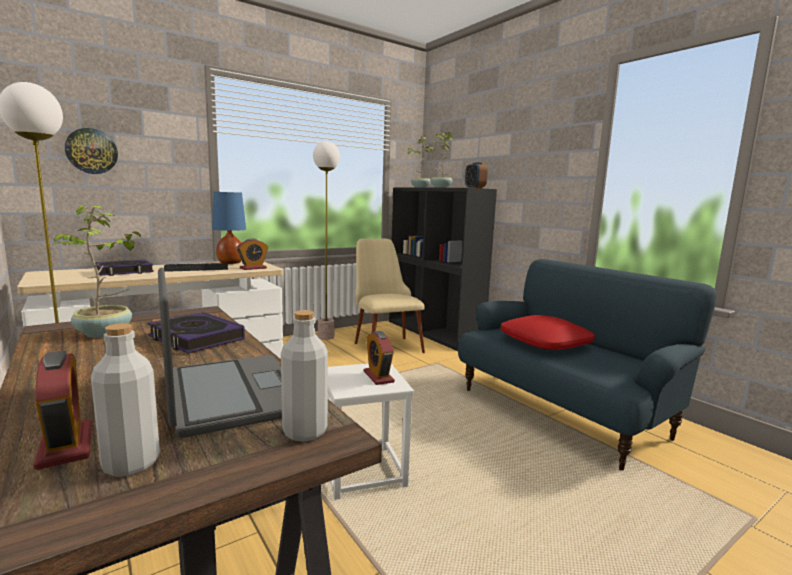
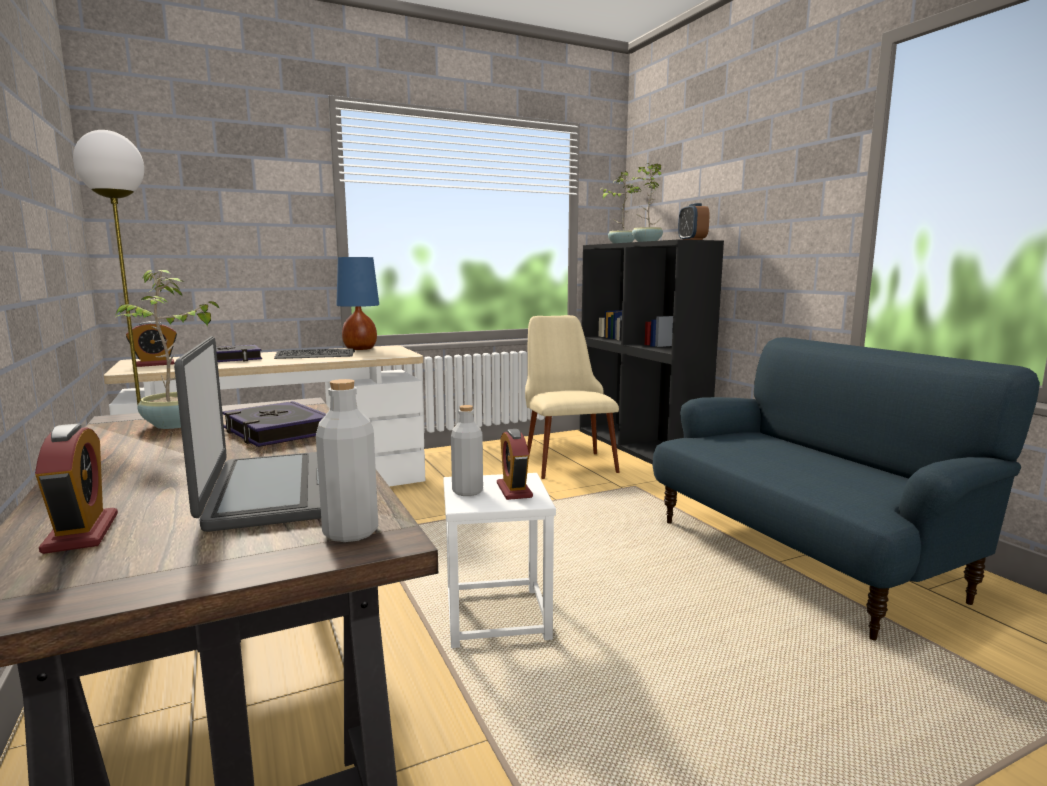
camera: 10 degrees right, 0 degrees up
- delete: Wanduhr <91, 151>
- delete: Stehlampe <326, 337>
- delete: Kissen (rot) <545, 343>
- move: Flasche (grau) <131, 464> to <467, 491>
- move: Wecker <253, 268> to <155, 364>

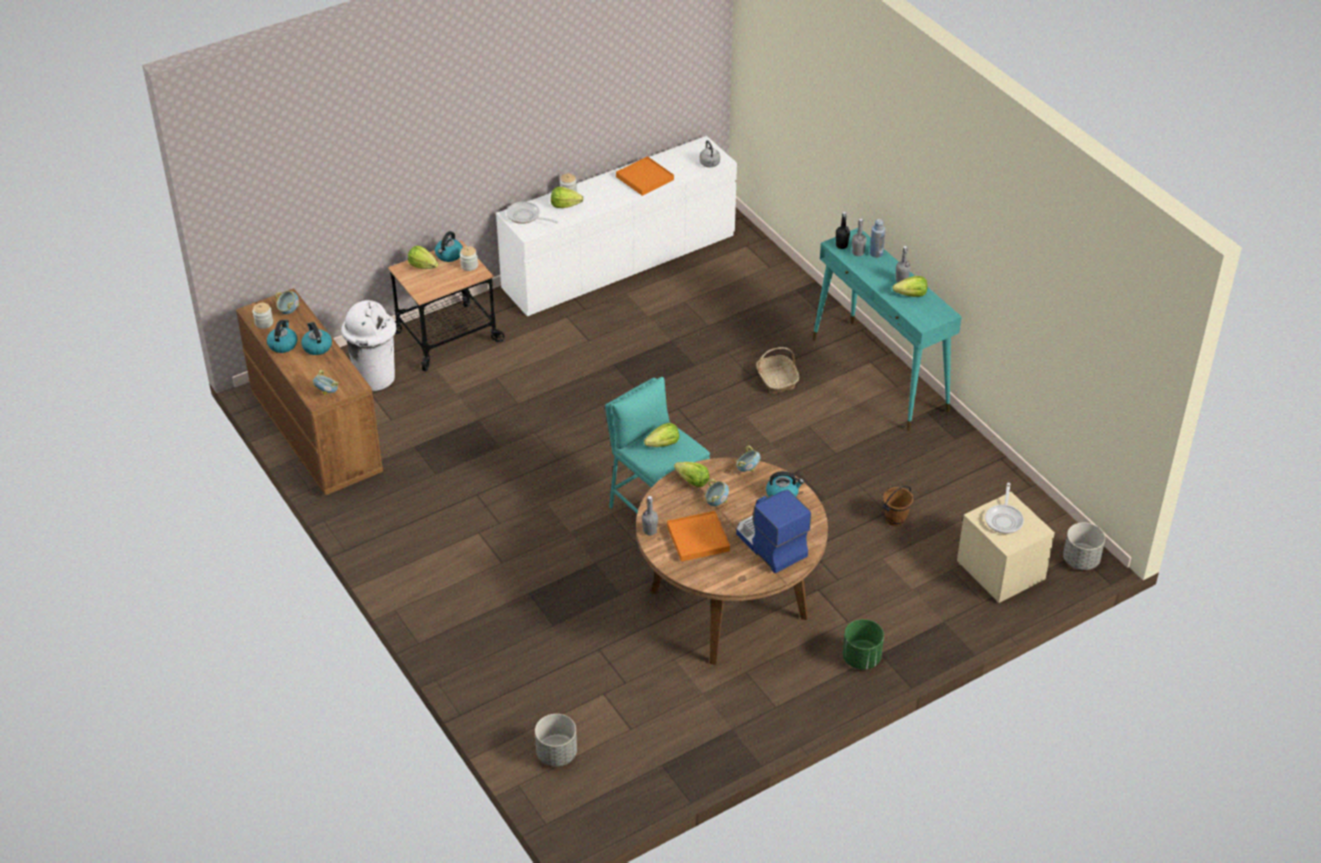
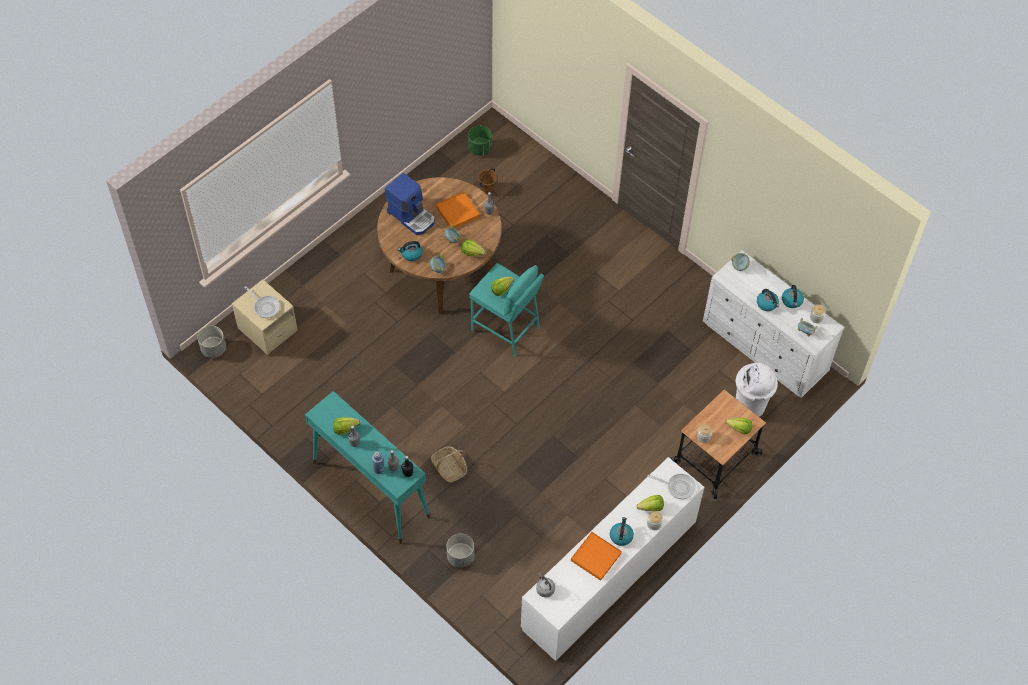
camera: 165 degrees right, 15 degrees up
- move: Wasserkessel <449, 255> to <621, 536>
- move: Pflanzkübel (grau) <556, 754> to <460, 556>
- move: Pflanzkübel (grün) <861, 658> to <480, 148>
- move: Eimer (braun) <895, 519> to <487, 189>
- recolor: Kommode (braun) <316, 433> to Kommode (weiß) <765, 347>
- rotate: Pfanne <1004, 519> = <265, 306> 135 degrees clockwise

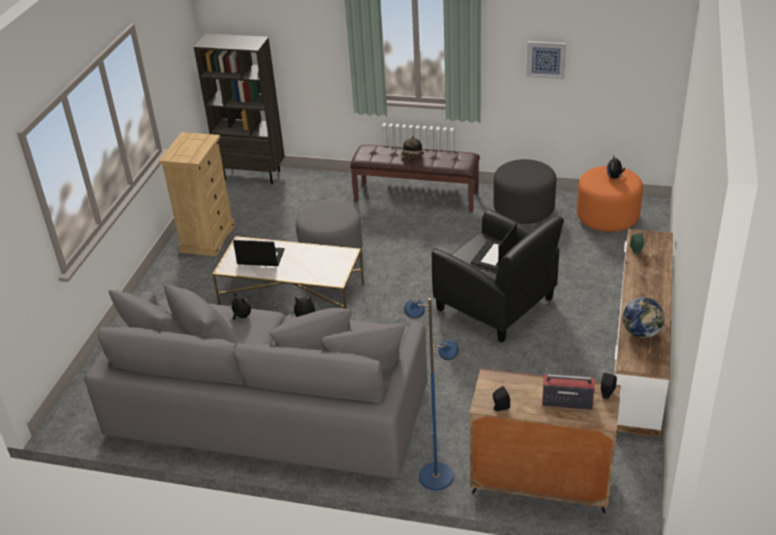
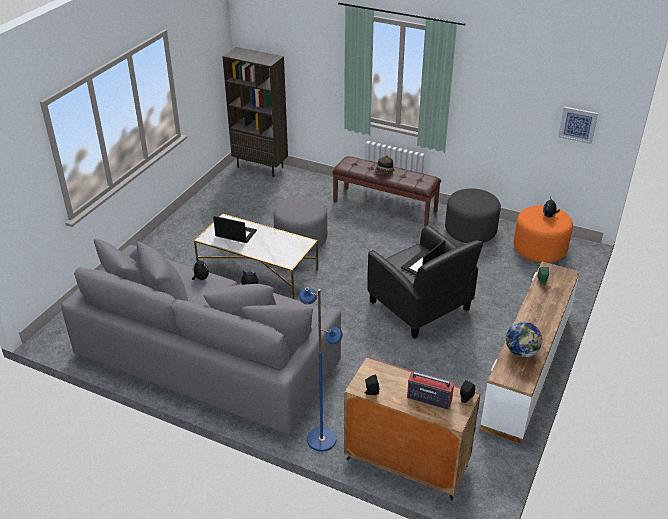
camera: 10 degrees right, 0 degrees up
- delete: Kommode (beige) <207, 238>
- move: Bild <546, 59> to <578, 124>

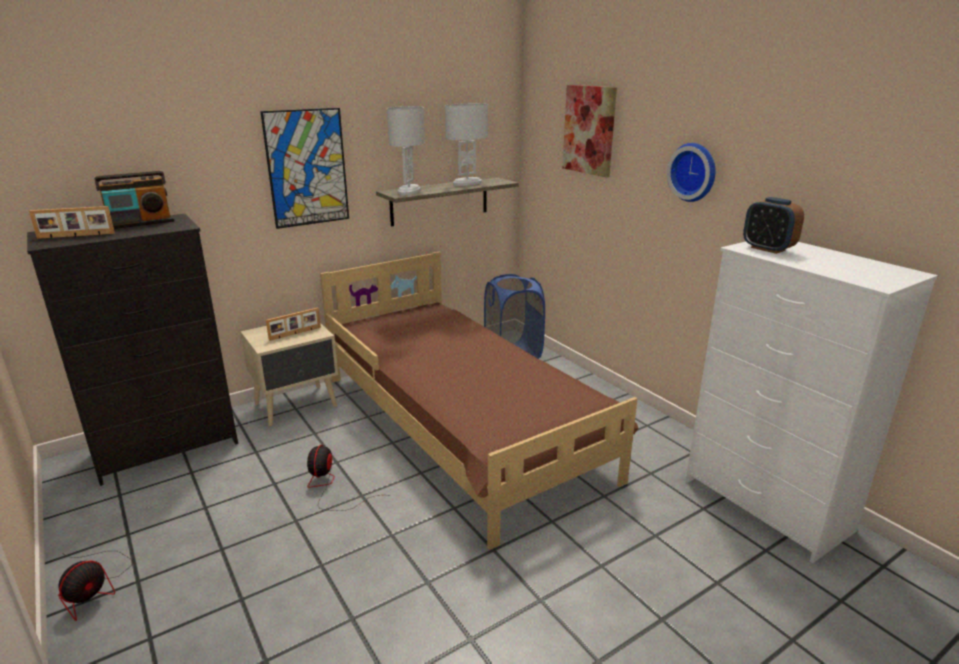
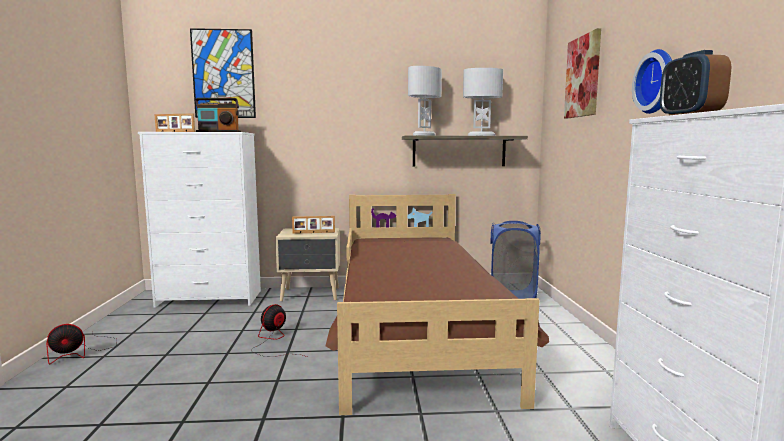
camera: 30 degrees right, 15 degrees down
- move: Bild <307, 168> to <223, 74>
- recolor: Kommode (schwarz) <168, 448> to Kommode (weiß) <210, 299>

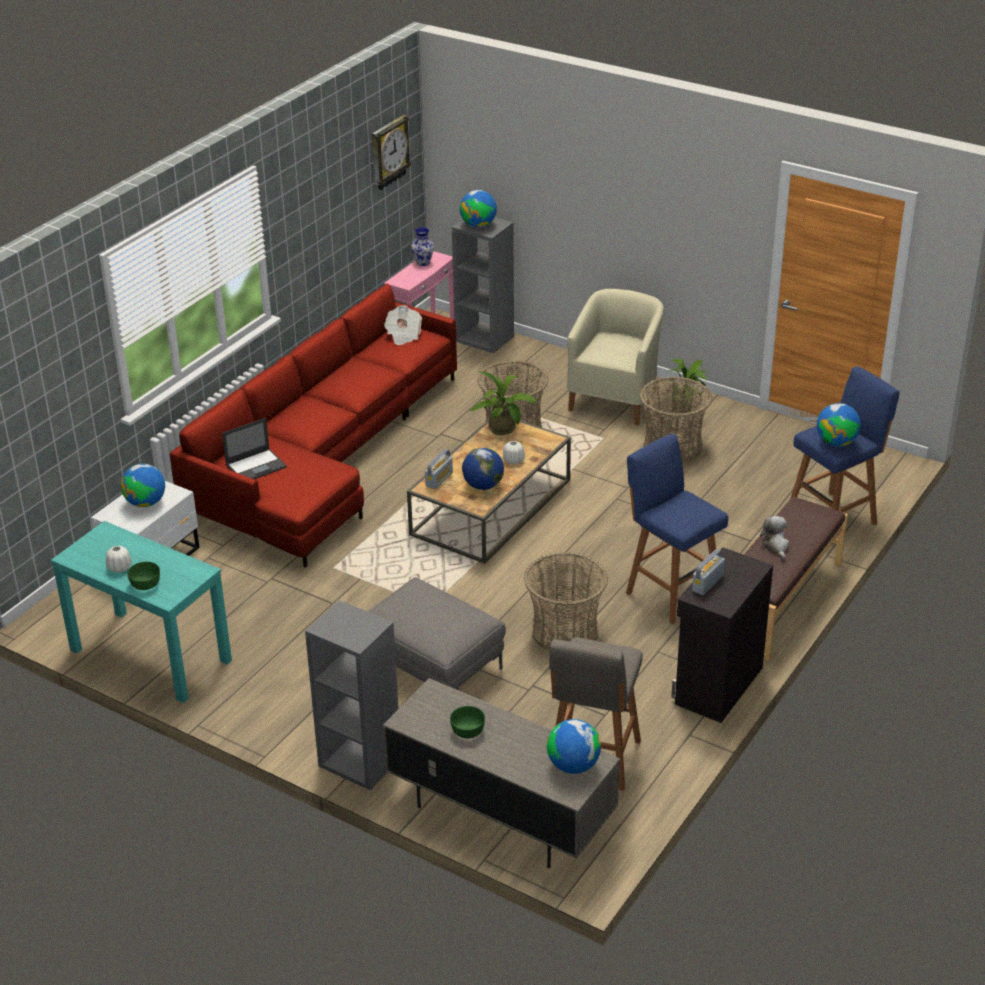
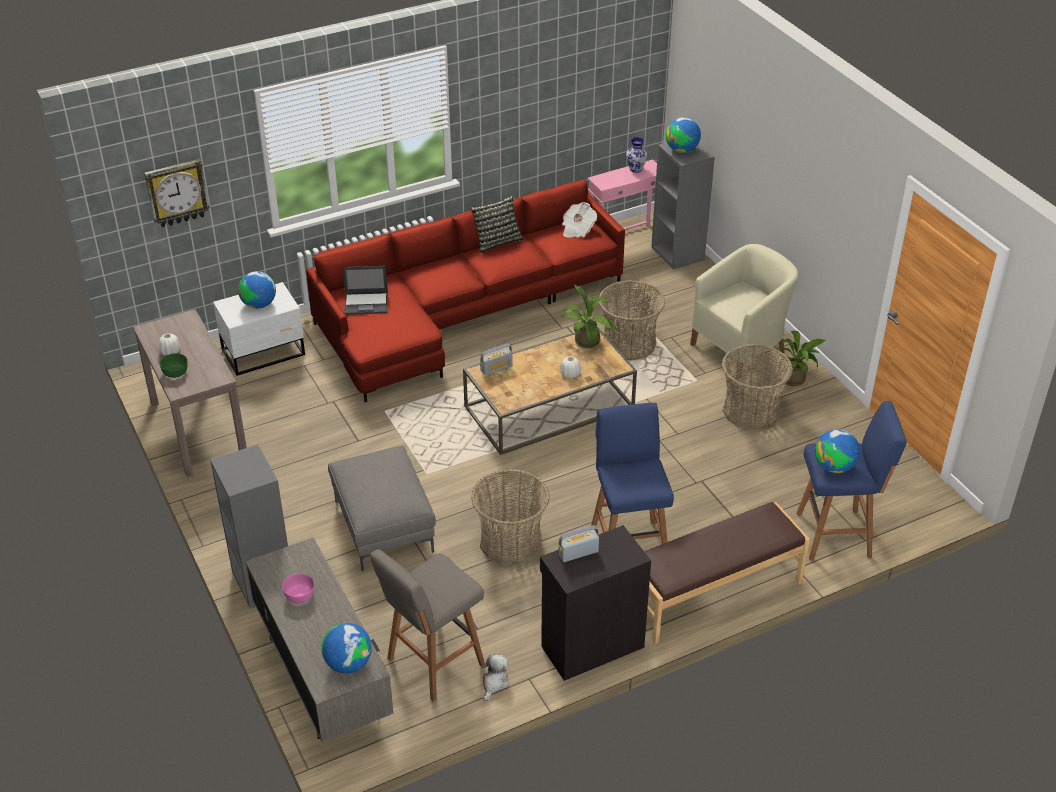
camera: 30 degrees right, 5 degrees up
- delete: Globus <483, 486>
- insert: Kissen <496, 241>
- move: Wanduhr <388, 152> to <177, 193>
- move: Plüschtier <776, 546> to <494, 683>
- recolor: Konsolentisch (türkis) <150, 655> to Konsolentisch (braun) <197, 428>
- recolor: Schüssel (grün) <467, 730> to Schüssel (rosa) <299, 595>

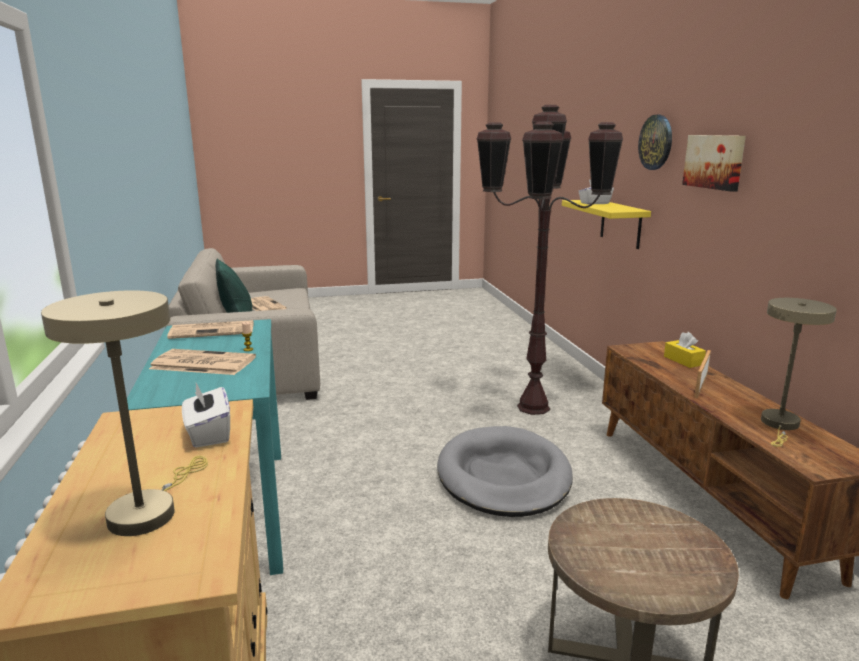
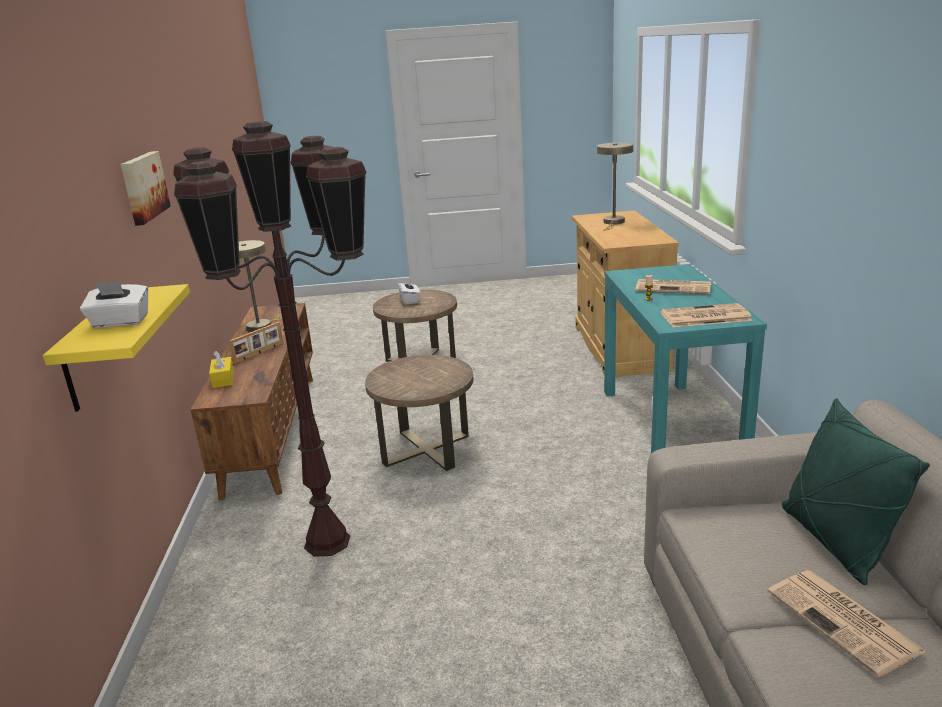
camera: 170 degrees left, 5 degrees up
- delete: Wanduhr <656, 142>
- move: Taschentuchbox (weiß) <208, 434> to <410, 300>
- replace: Hundebett (grau) <503, 476> to Beistelltisch (braun) <426, 449>

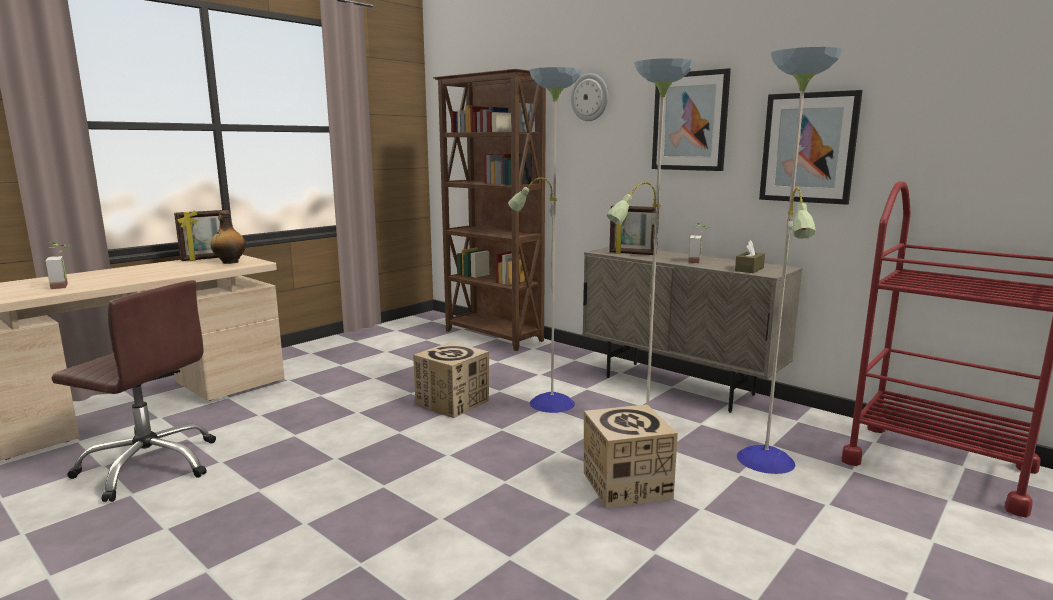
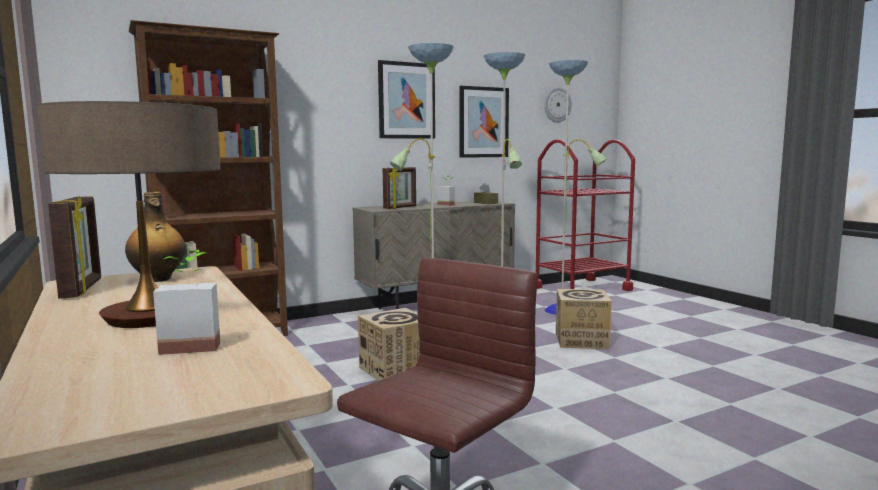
camera: 70 degrees left, 5 degrees down
- insert: Tischlampe <149, 317>
- move: Wanduhr <590, 97> to <557, 105>

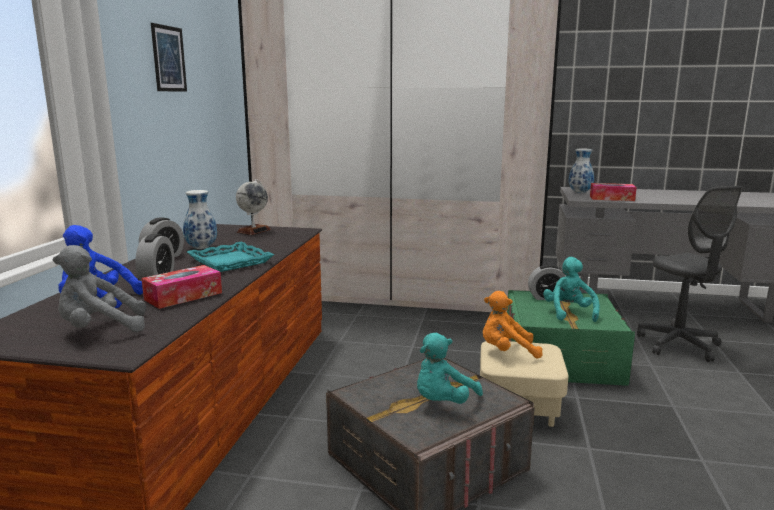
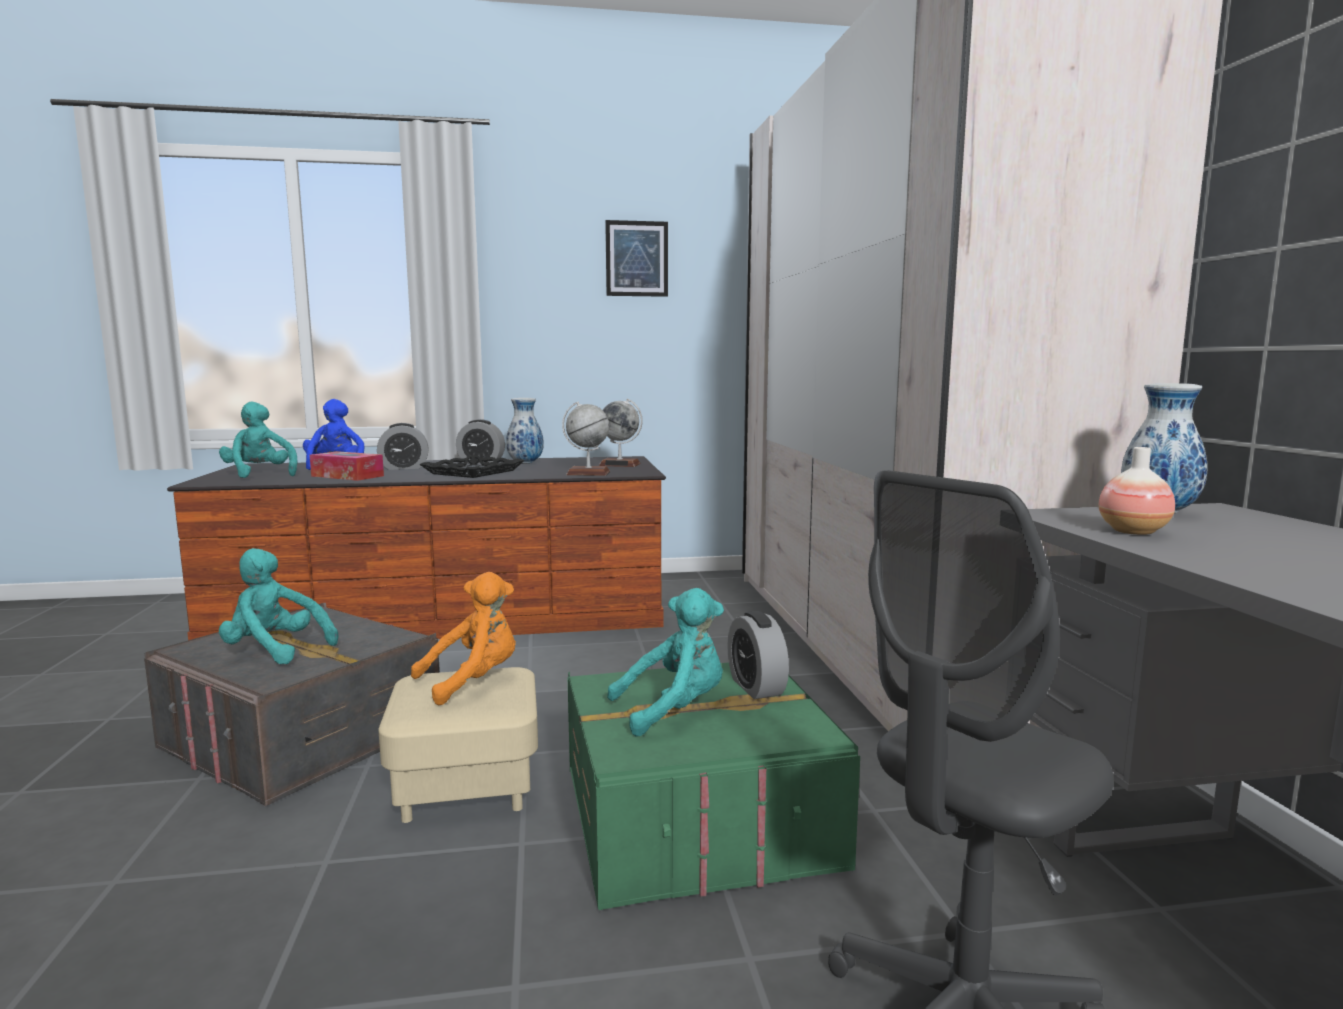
camera: 70 degrees right, 5 degrees down
- insert: Globus <588, 473>
- replace: Taschentuchbox <611, 198> to Vase <1133, 531>
- recolor: Plüschtier (grau) <100, 329> to Plüschtier (türkis) <260, 474>
- recolor: Tablett (türkis) <230, 262> to Tablett (schwarz) <473, 472>
- rotate: Plüschtier (orange) <507, 352> = <473, 681> 75 degrees clockwise

